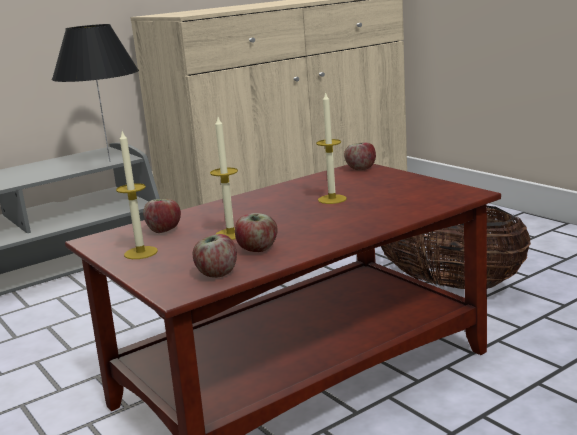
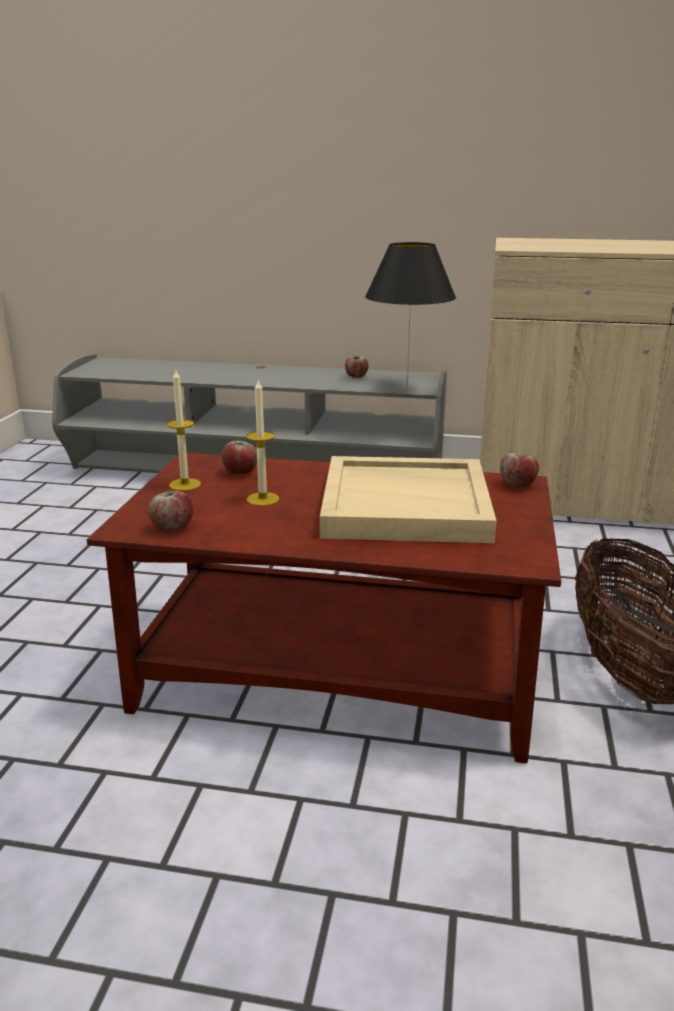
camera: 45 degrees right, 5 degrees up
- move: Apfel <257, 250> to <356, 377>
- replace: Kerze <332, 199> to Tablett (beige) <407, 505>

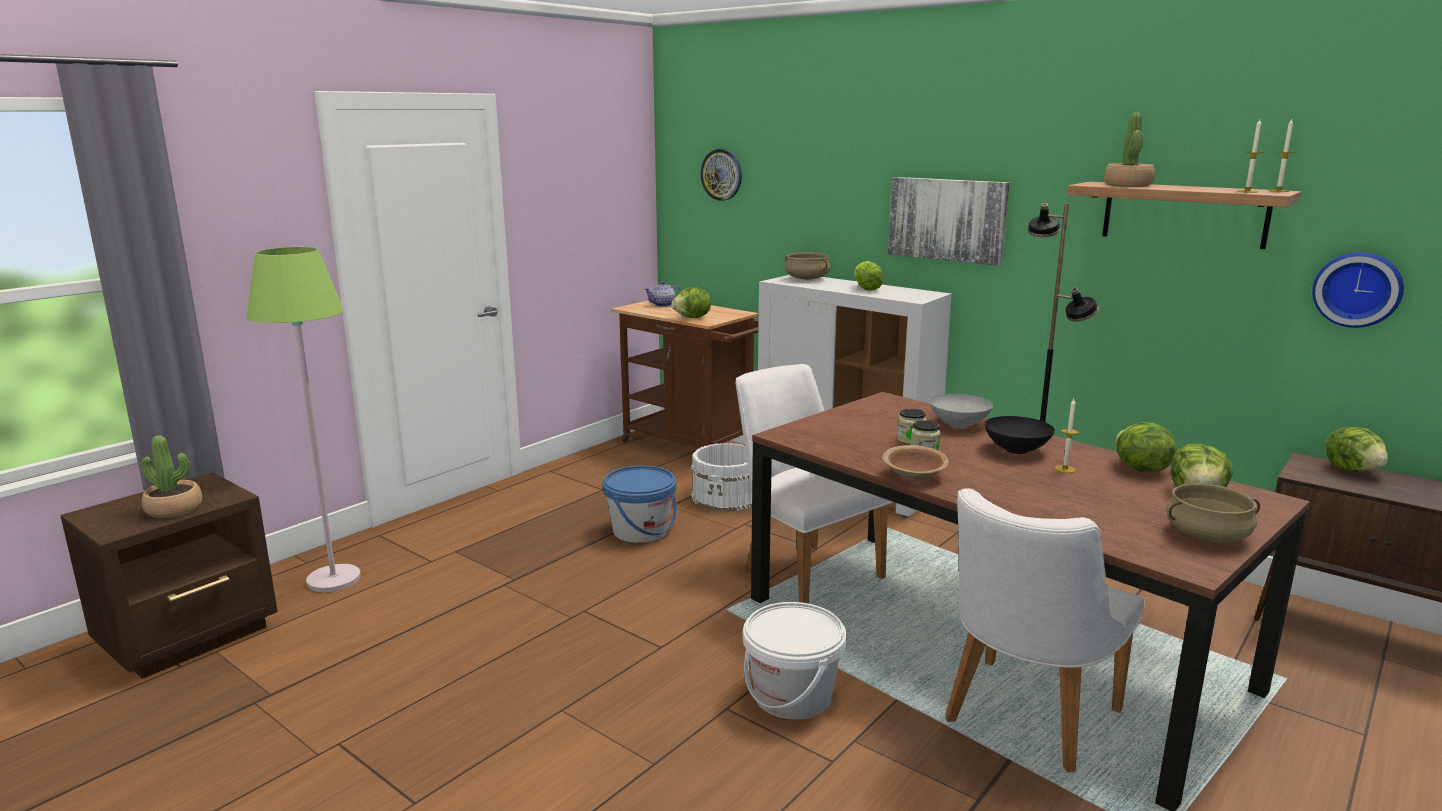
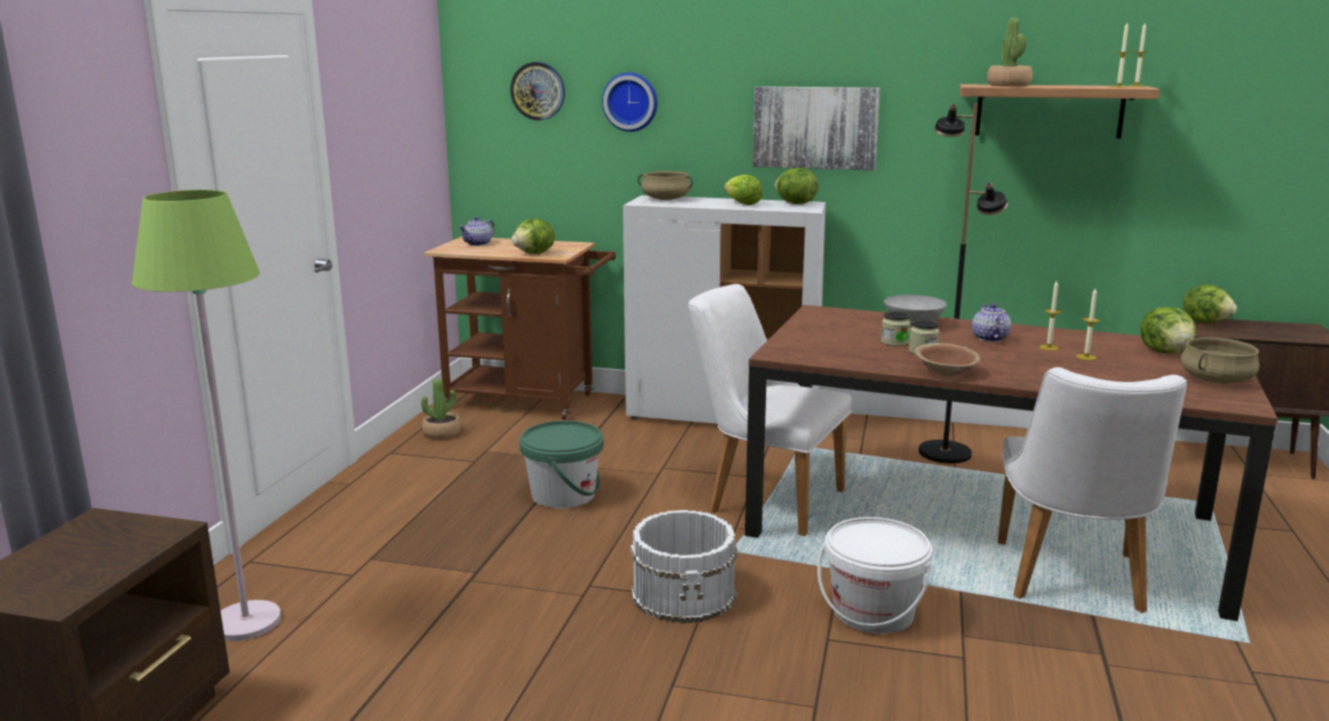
camera: 25 degrees left, 0 degrees up
- insert: Kerze <1086, 357>
- move: Topfpflanze <174, 509> to <442, 433>
- move: Eimer (weiß) <727, 496> to <685, 594>
- move: Salatkopf <1140, 469> to <795, 204>
- move: Wanduhr <1357, 289> to <631, 101>
- replace: Schüssel (schwarz) <1015, 450> to Teekanne <989, 338>
- recolor: Eimer (blau) <641, 531> to Eimer (grün) <563, 495>

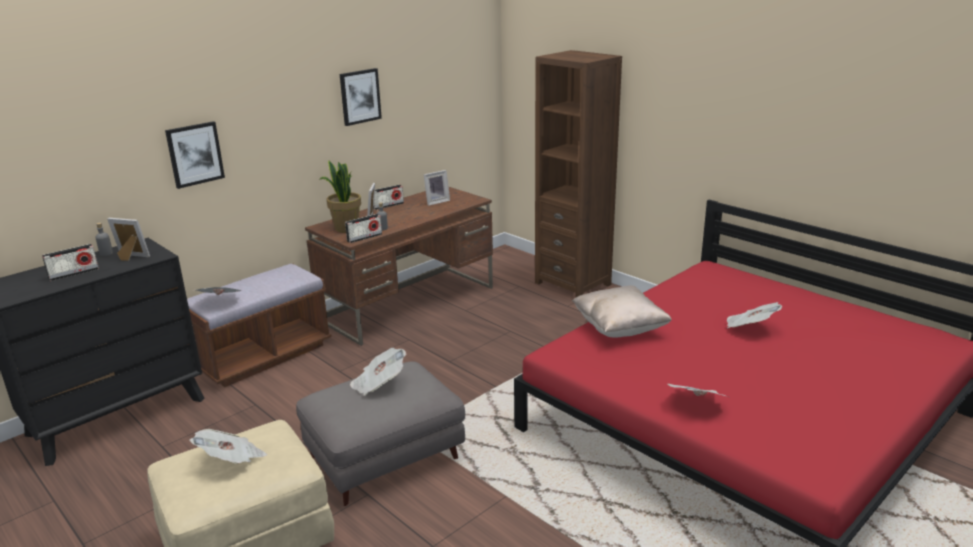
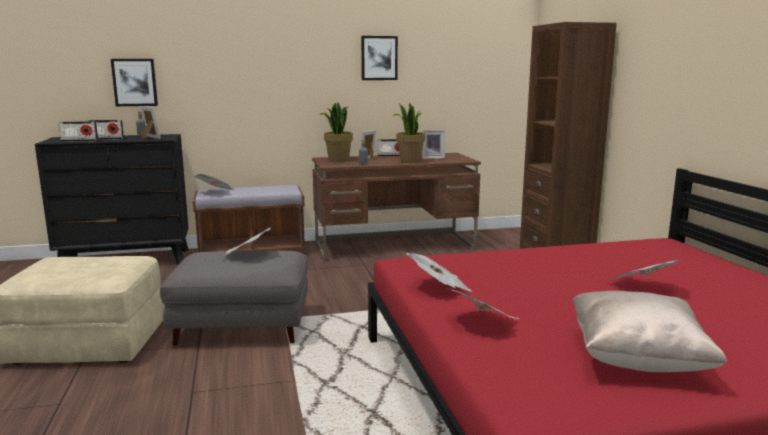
camera: 30 degrees right, 10 degrees down
- insert: Topfpflanze <409, 161>
- move: Bild <195, 154> to <134, 82>
- move: Zeitung <232, 460> to <439, 288>
- move: Radio <364, 238> to <79, 141>
- move: Kissen (beige) <619, 328> to <637, 359>

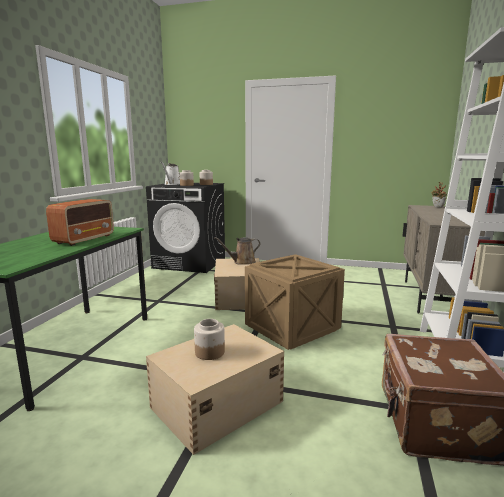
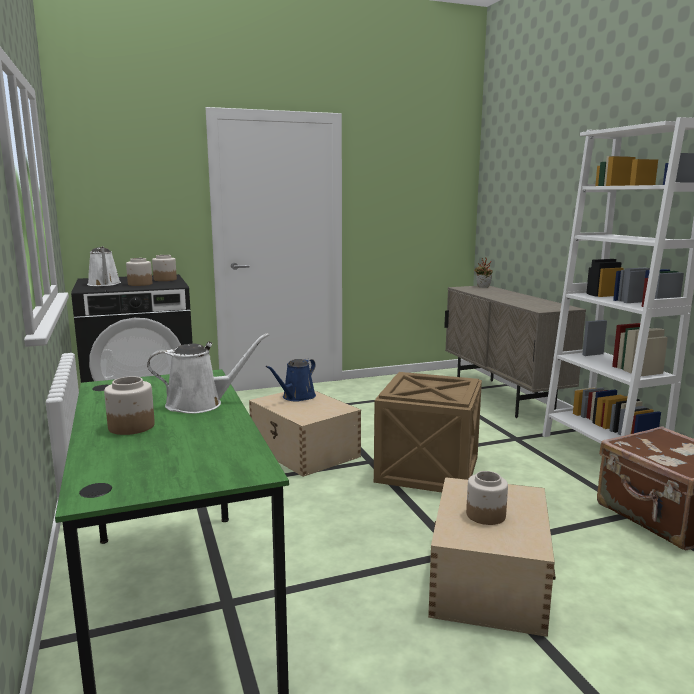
camera: 35 degrees left, 0 degrees up
- insert: Vorratsglas <130, 426>
- replace: Radio <85, 239> to Gießkanne (weiß) <200, 404>
- recolor: Gießkanne (braun) <242, 262> to Gießkanne (blau) <296, 397>

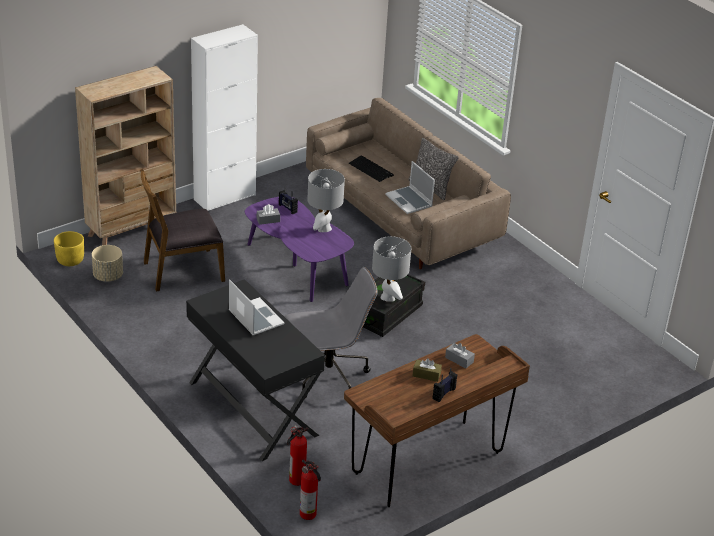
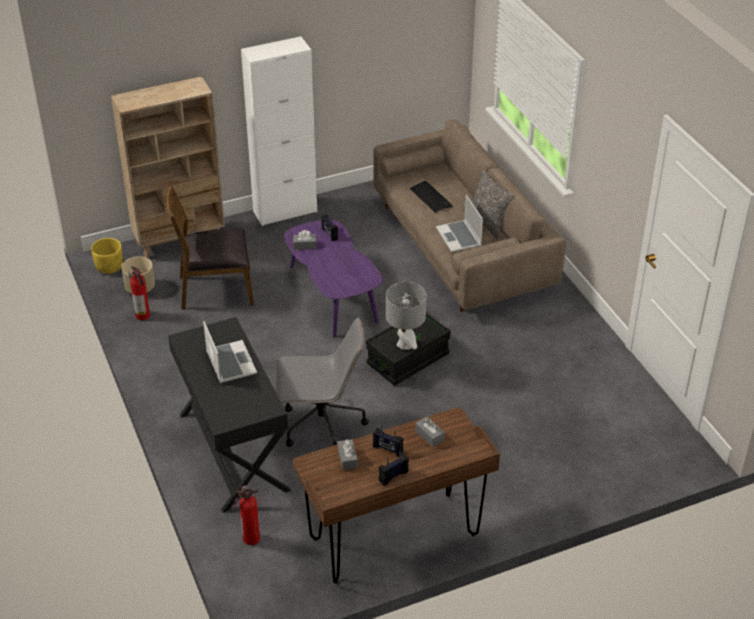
camera: 15 degrees right, 5 degrees up
- delete: Tischlampe (grau) <324, 228>
- insert: Taschentuchbox (grau) <347, 458>
- move: Feuerlöscher <308, 514> to <143, 316>
- replace: Taschentuchbox (braun) <426, 375> to Radio <387, 449>

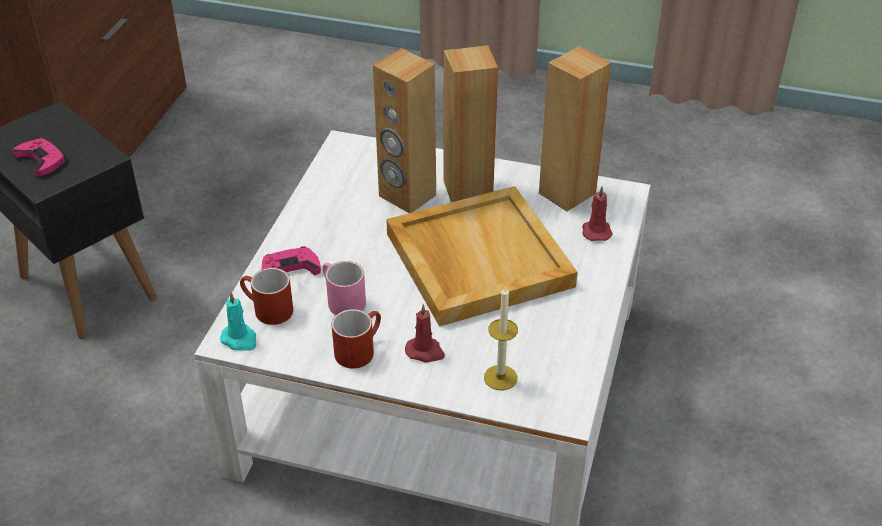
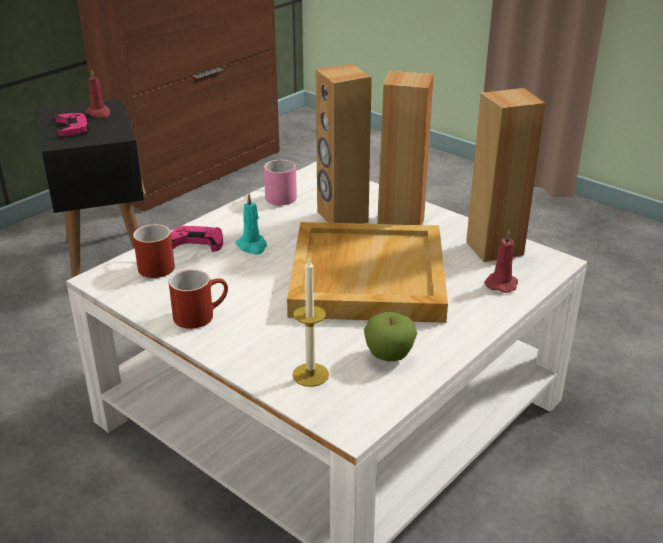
camera: 25 degrees right, 10 degrees down
- insert: Apfel <389, 356>
- move: Kerze (türkis) <240, 340> to <252, 246>
- move: Henkelbecher (rosa) <341, 301> to <278, 195>
- move: Kerze (rot) <425, 351> to <99, 113>

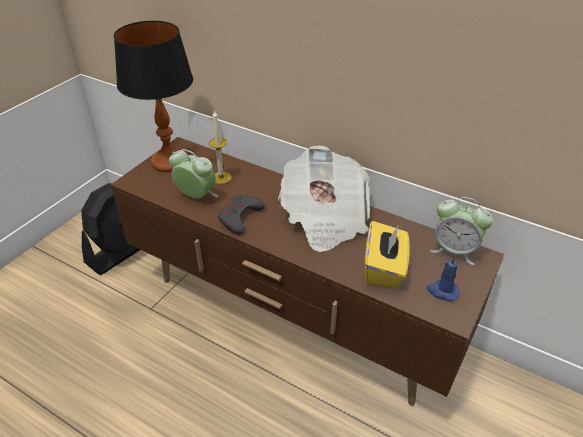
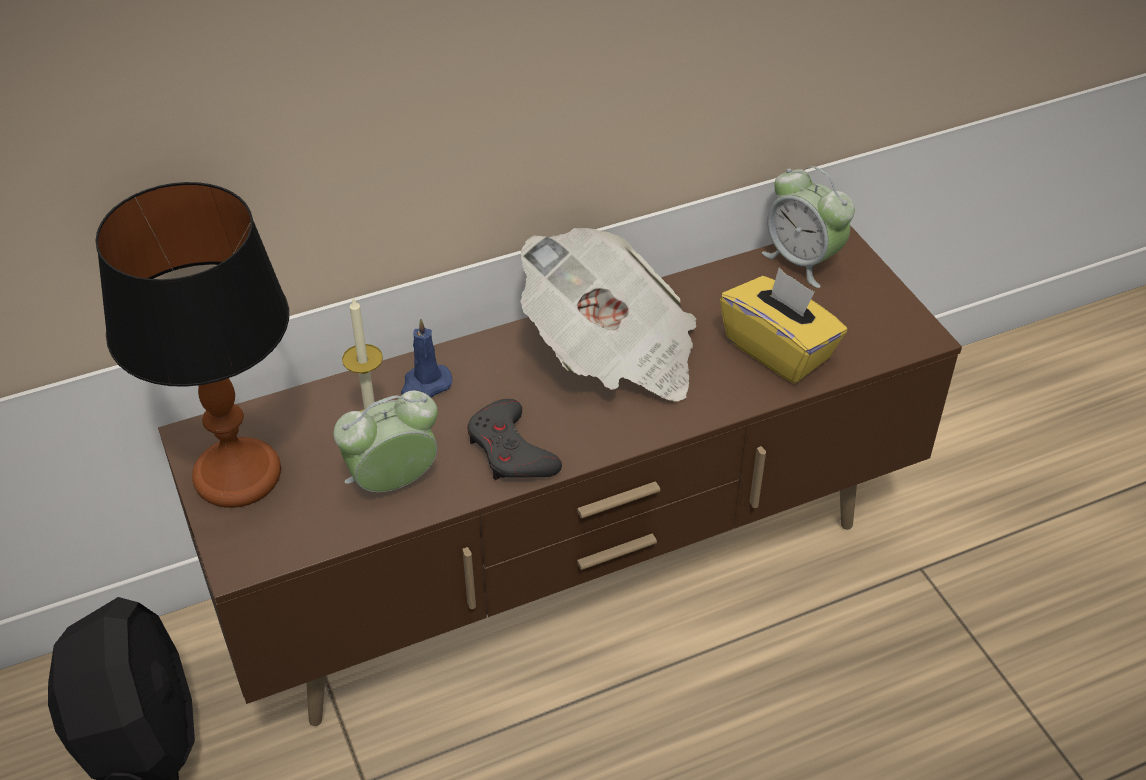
camera: 55 degrees left, 5 degrees up
- move: Kerze (blau) <442, 291> to <425, 384>
- rotate: Wecker <454, 250> = <802, 261> 75 degrees clockwise

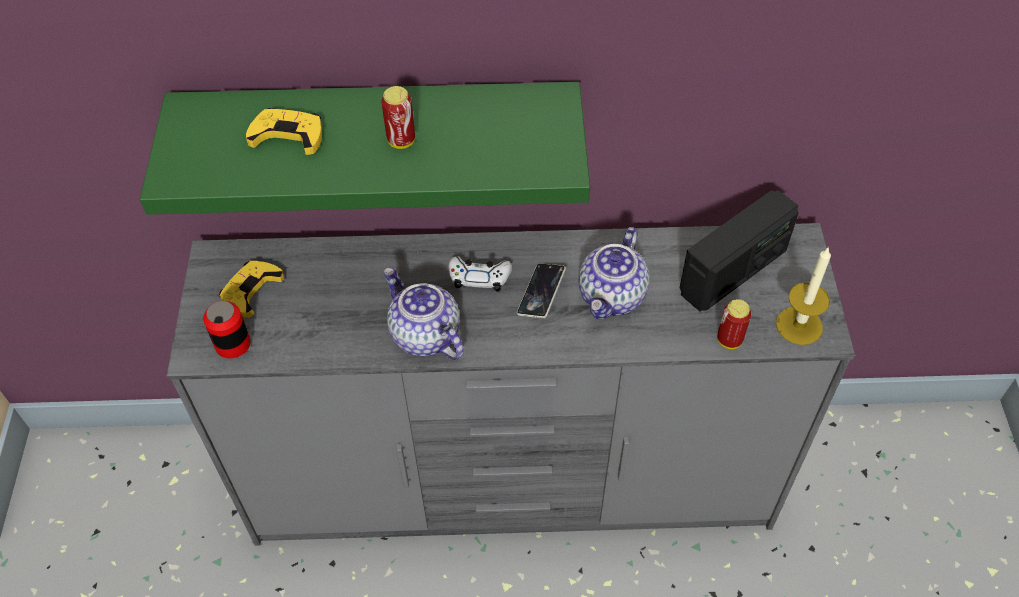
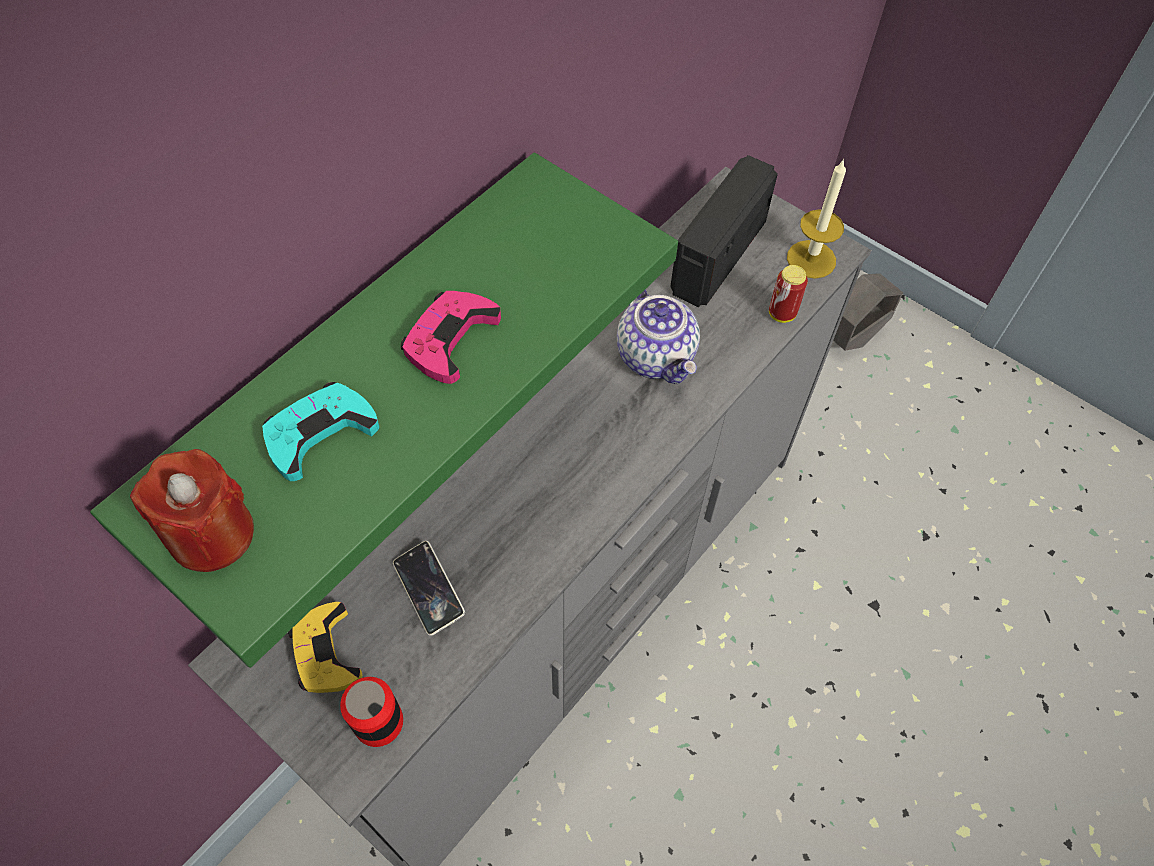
camera: 50 degrees left, 5 degrees up
- delete: Teekanne <424, 335>
- delete: Gamepad (weiß) <479, 277>
- insert: Kerze (rot) <212, 534>
- insert: Pflanzkübel (grau) <851, 337>
- move: Handy <541, 293> to <429, 590>
- replace: Dose <401, 141> to Gamepad (rosa) <450, 339>
- recolor: Gamepad (gelb) <288, 135> to Gamepad (türkis) <319, 433>
- rotate: Radio <734, 272> = <717, 256> 150 degrees counterclockwise

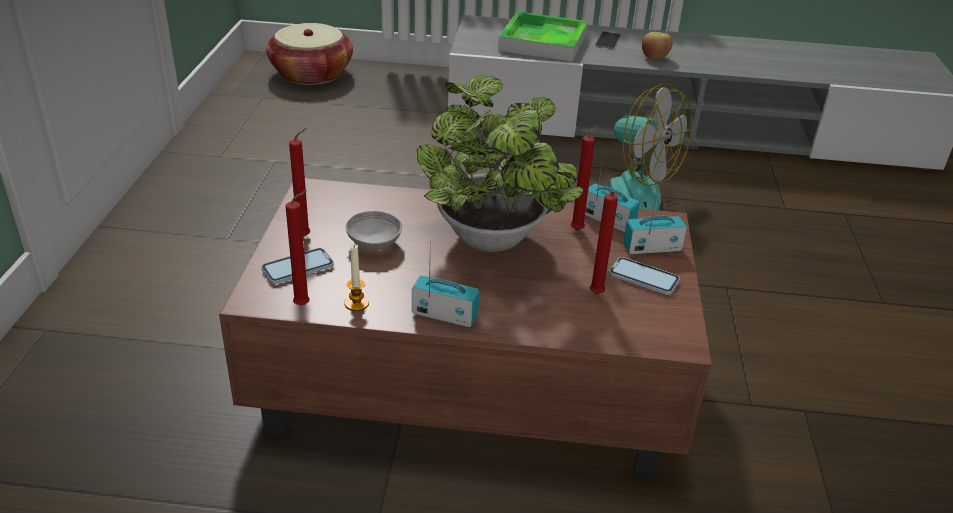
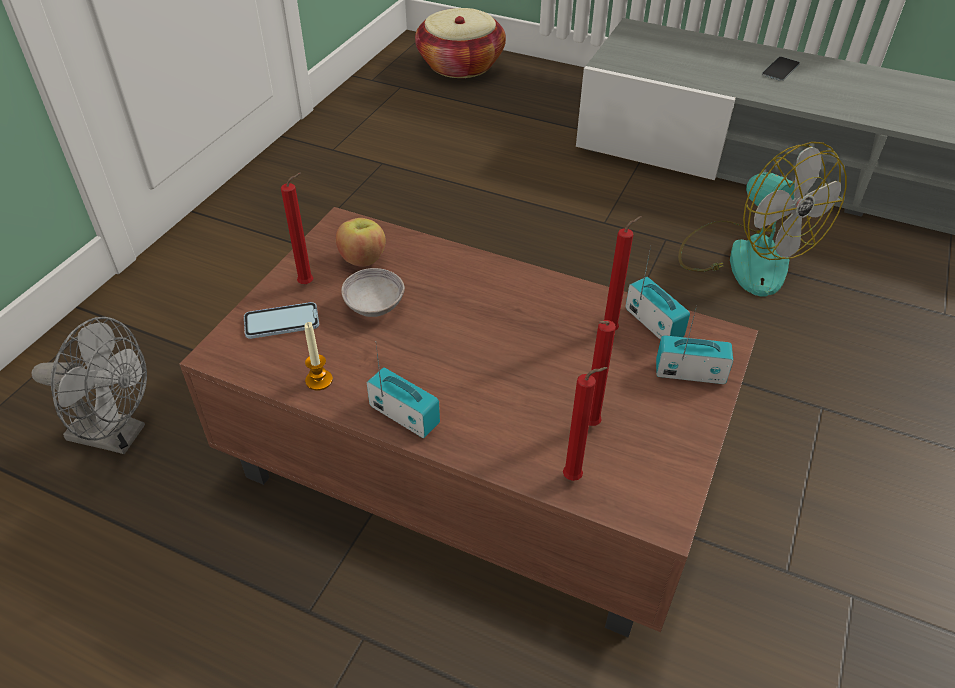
camera: 20 degrees right, 10 degrees up
- delete: Topfpflanze <493, 242>
- delete: Tablett <543, 42>
- delete: Handy <643, 278>
- insert: Ventilator (grau) <117, 435>
- move: Kerze (rot) <304, 305> to <575, 477>
- move: Apfel <654, 57> to <363, 259>

